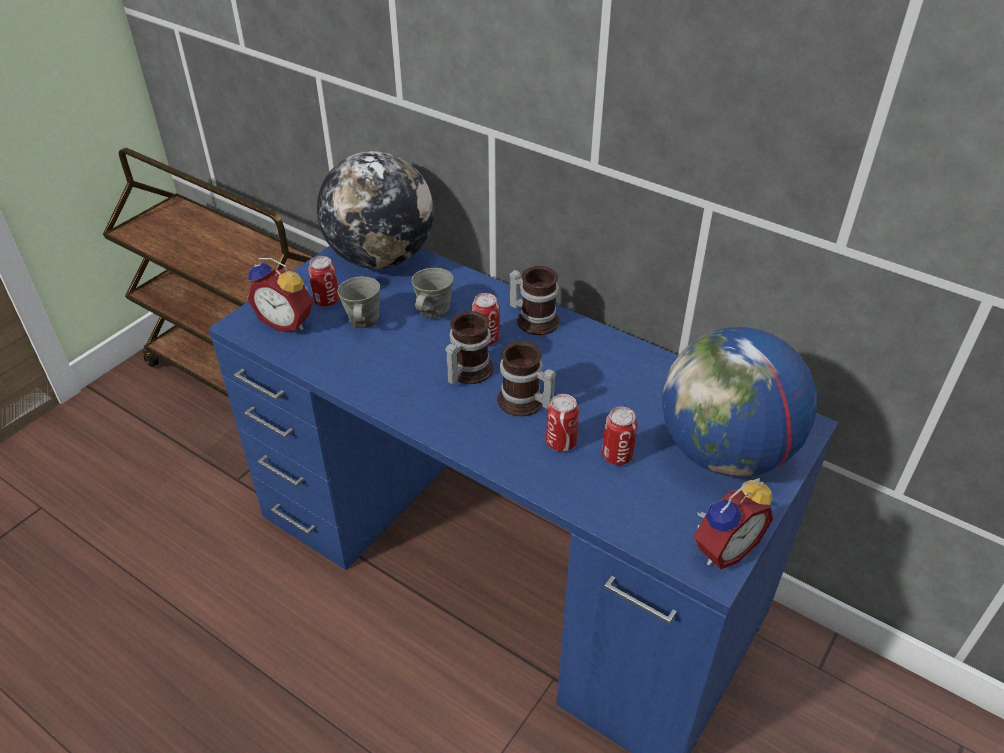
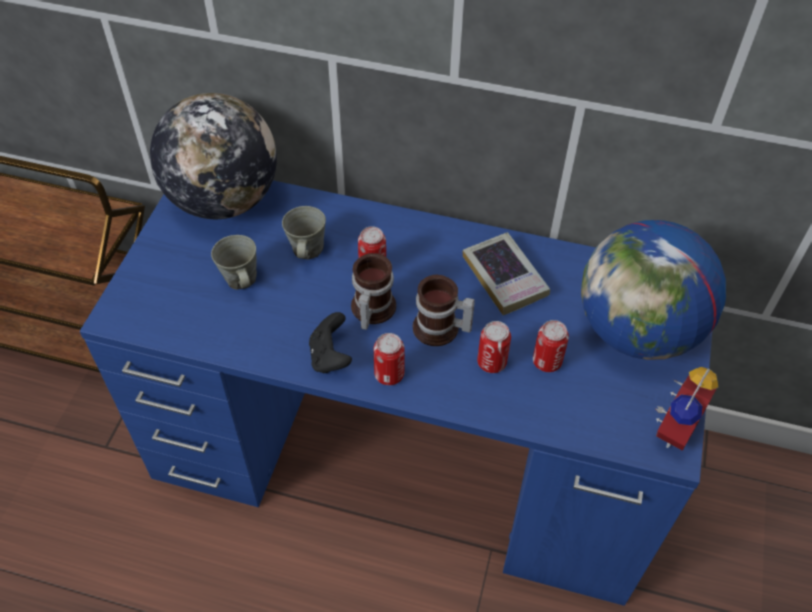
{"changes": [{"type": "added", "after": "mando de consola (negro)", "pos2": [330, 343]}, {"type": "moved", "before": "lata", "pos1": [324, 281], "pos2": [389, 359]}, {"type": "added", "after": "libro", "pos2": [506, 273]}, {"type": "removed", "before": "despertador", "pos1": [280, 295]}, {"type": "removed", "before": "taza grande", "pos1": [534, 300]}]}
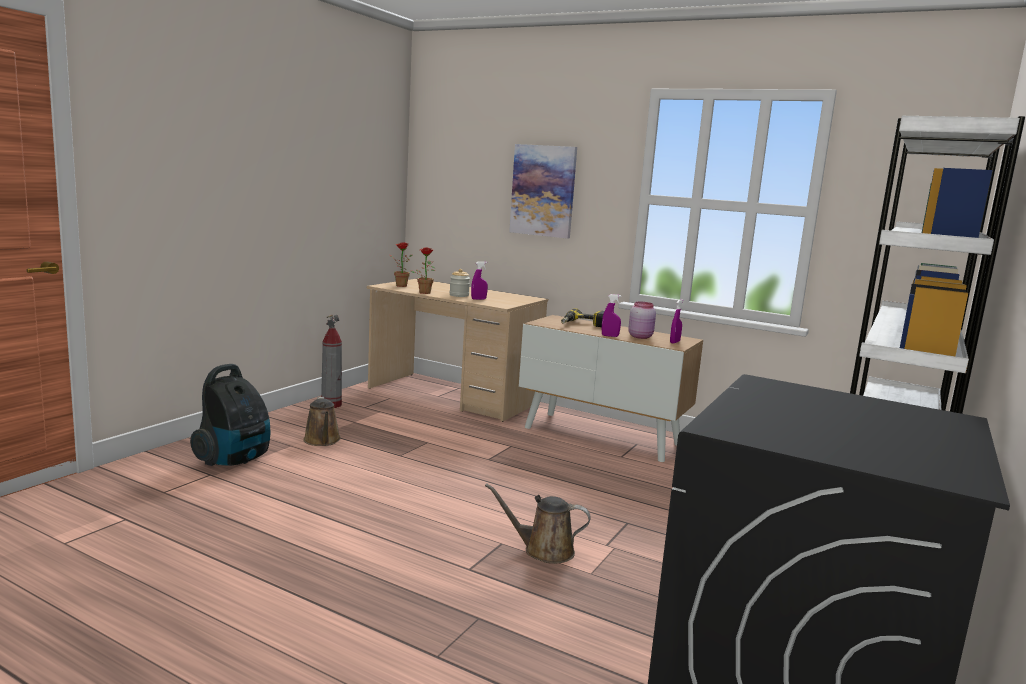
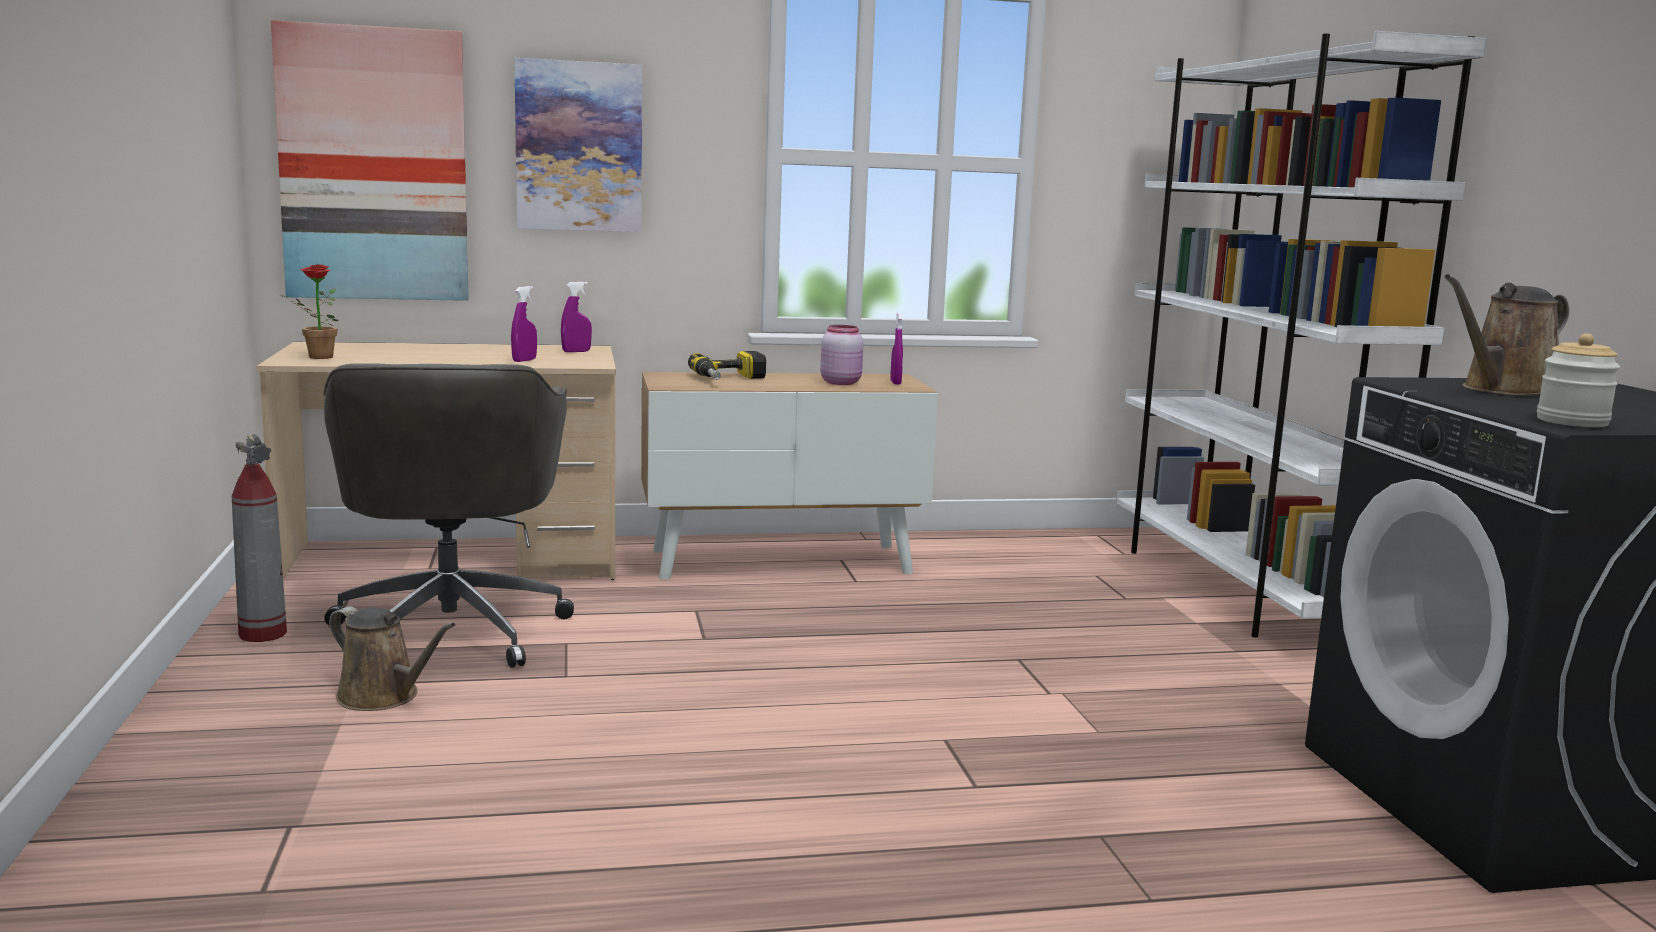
{"changes": [{"type": "added", "after": "cuadro", "pos2": [370, 160]}, {"type": "added", "after": "silla de oficina (gris)", "pos2": [448, 515]}, {"type": "moved", "before": "pulverizador (morado)", "pos1": [611, 315], "pos2": [576, 317]}, {"type": "moved", "before": "regadera (marrón)", "pos1": [538, 523], "pos2": [1506, 335]}, {"type": "moved", "before": "tarro", "pos1": [460, 283], "pos2": [1578, 380]}, {"type": "removed", "before": "aspiradora", "pos1": [230, 415]}, {"type": "removed", "before": "planta en maceta", "pos1": [423, 271]}]}
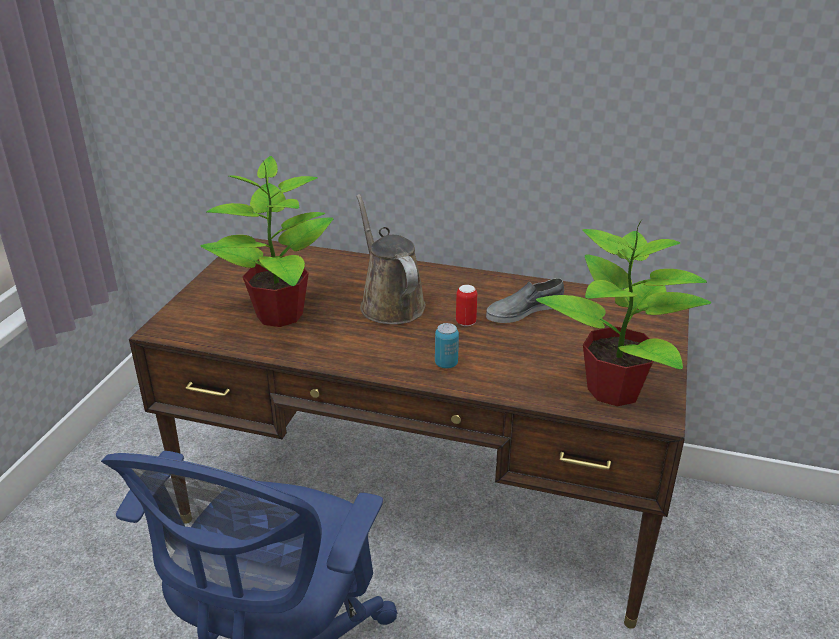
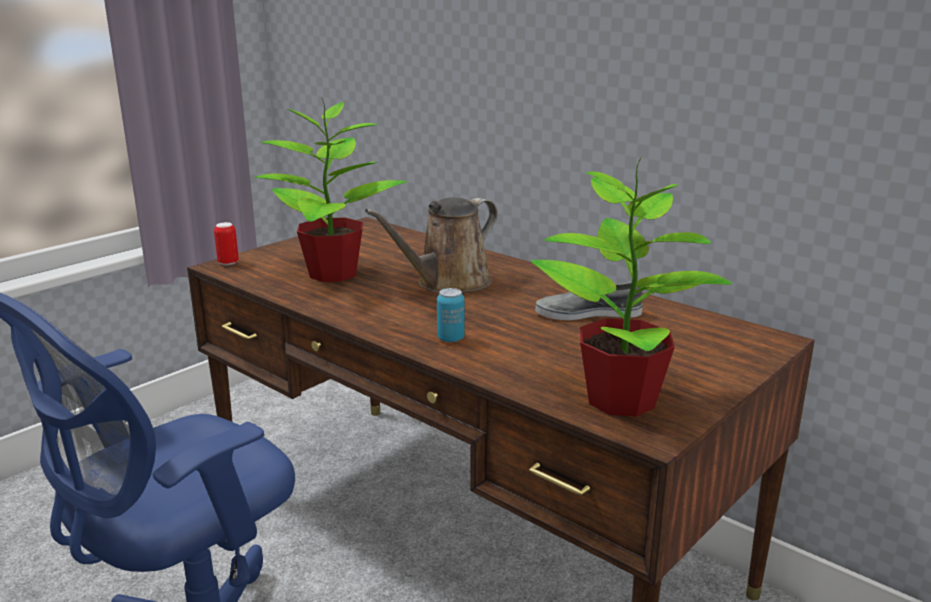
{"changes": [{"type": "moved", "before": "lata", "pos1": [466, 305], "pos2": [226, 243]}, {"type": "turned", "before": "regadera (marrón)", "pos1": [391, 259], "pos2": [431, 245], "turn": -135}]}
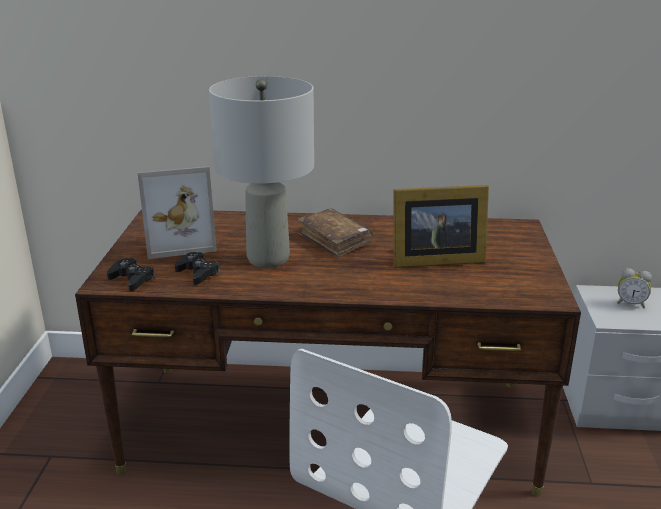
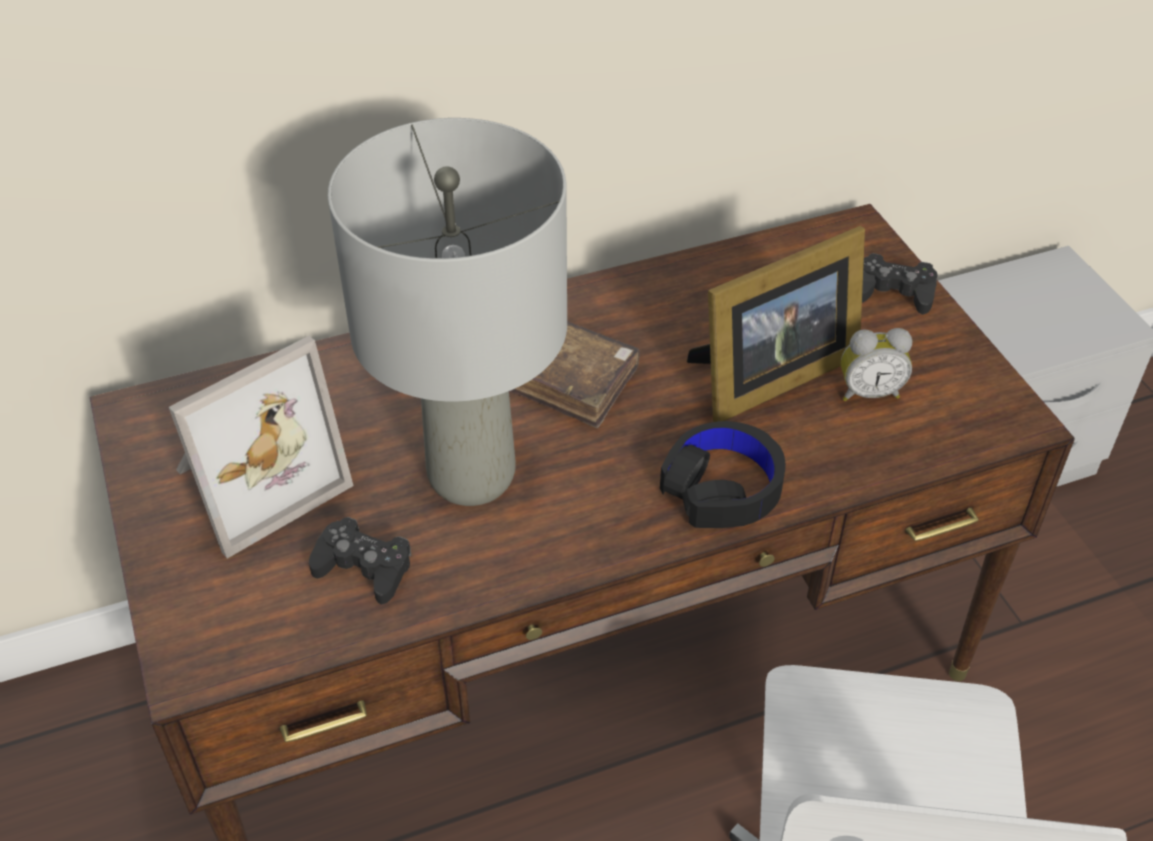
{"changes": [{"type": "added", "after": "auriculares (negro)", "pos2": [723, 474]}, {"type": "moved", "before": "despertador", "pos1": [634, 288], "pos2": [876, 364]}, {"type": "moved", "before": "mando de consola (negro)", "pos1": [131, 274], "pos2": [900, 284]}]}
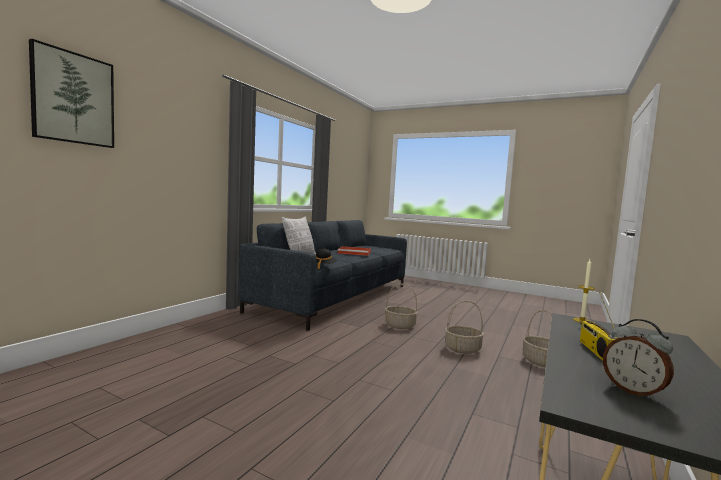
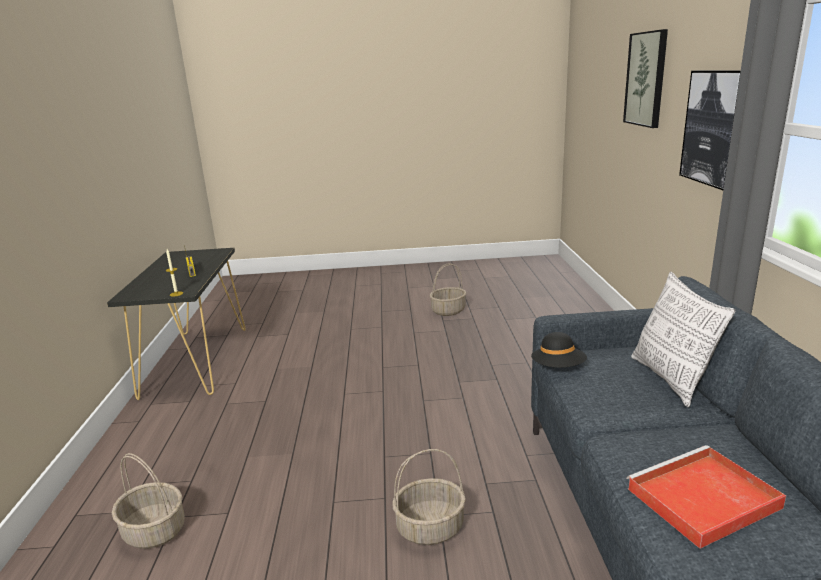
{"changes": [{"type": "moved", "before": "cesta", "pos1": [464, 327], "pos2": [448, 289]}, {"type": "added", "after": "cuadro", "pos2": [710, 130]}, {"type": "removed", "before": "despertador", "pos1": [638, 359]}]}
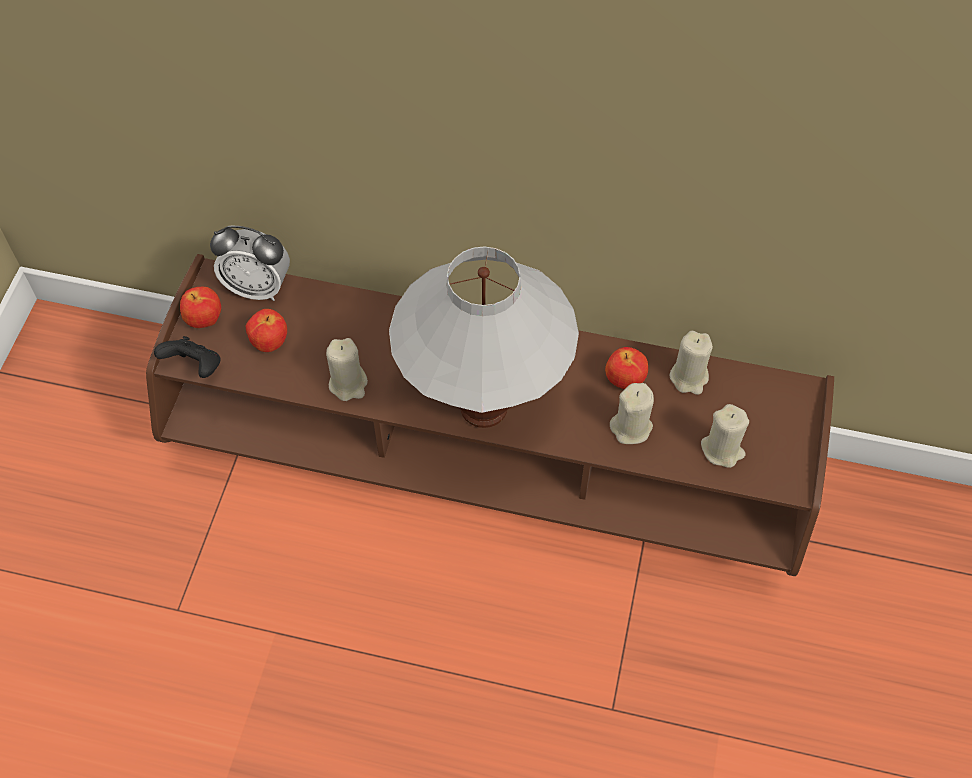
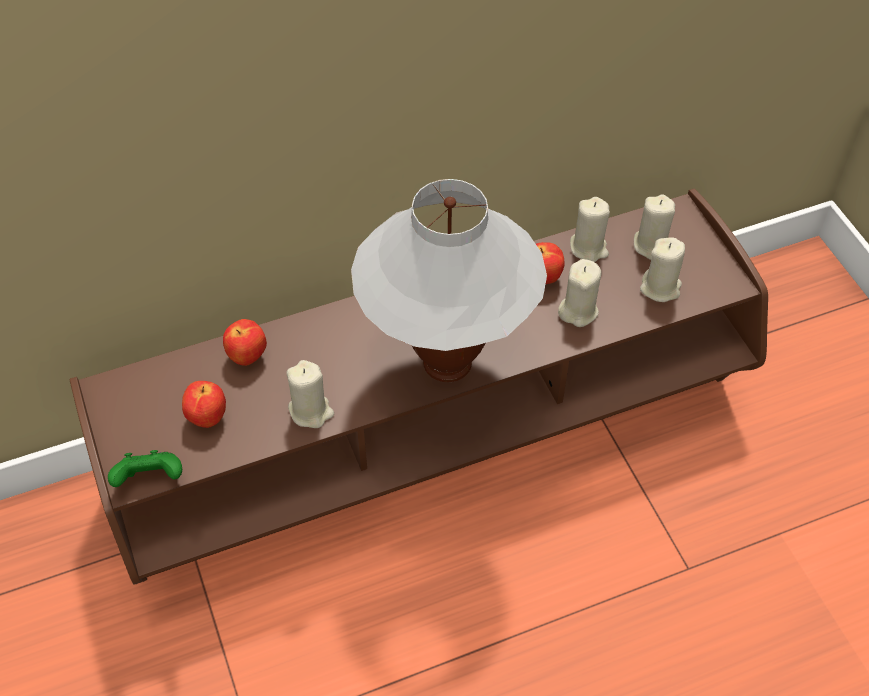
{"changes": [{"type": "recoloured", "before": "mando de consola (negro)", "after": "mando de consola (verde)", "pos1": [187, 357], "pos2": [145, 468]}, {"type": "moved", "before": "manzana", "pos1": [200, 307], "pos2": [245, 342]}, {"type": "added", "after": "vela (beis)", "pos2": [654, 227]}, {"type": "removed", "before": "despertador", "pos1": [250, 263]}]}
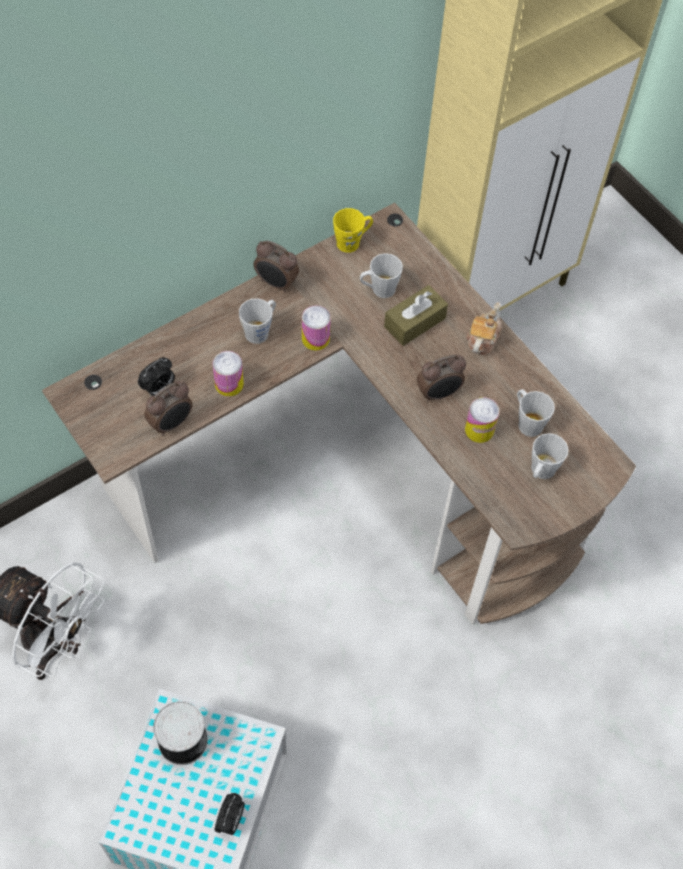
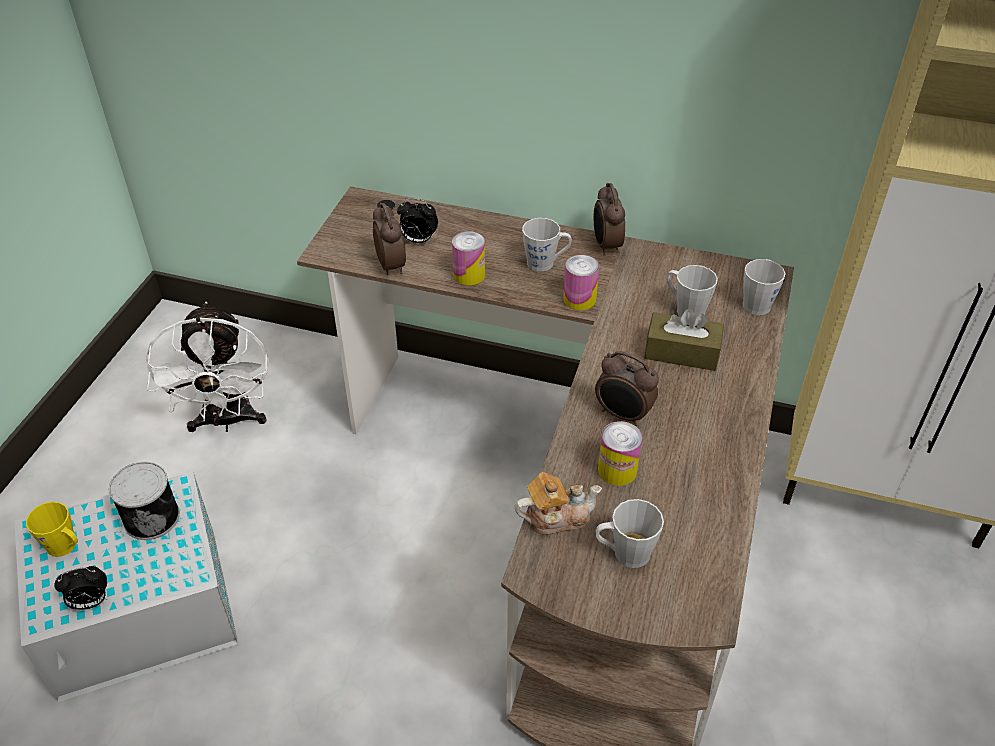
{"changes": [{"type": "moved", "before": "taza grande (amarillo)", "pos1": [353, 230], "pos2": [52, 529]}, {"type": "turned", "before": "despertador", "pos1": [168, 408], "pos2": [389, 239], "turn": -120}, {"type": "moved", "before": "tetera", "pos1": [484, 328], "pos2": [558, 503]}, {"type": "moved", "before": "taza grande (gris)", "pos1": [536, 413], "pos2": [764, 287]}]}
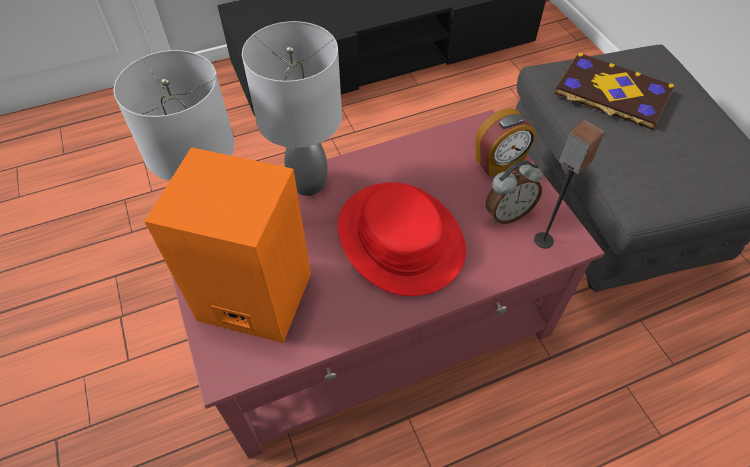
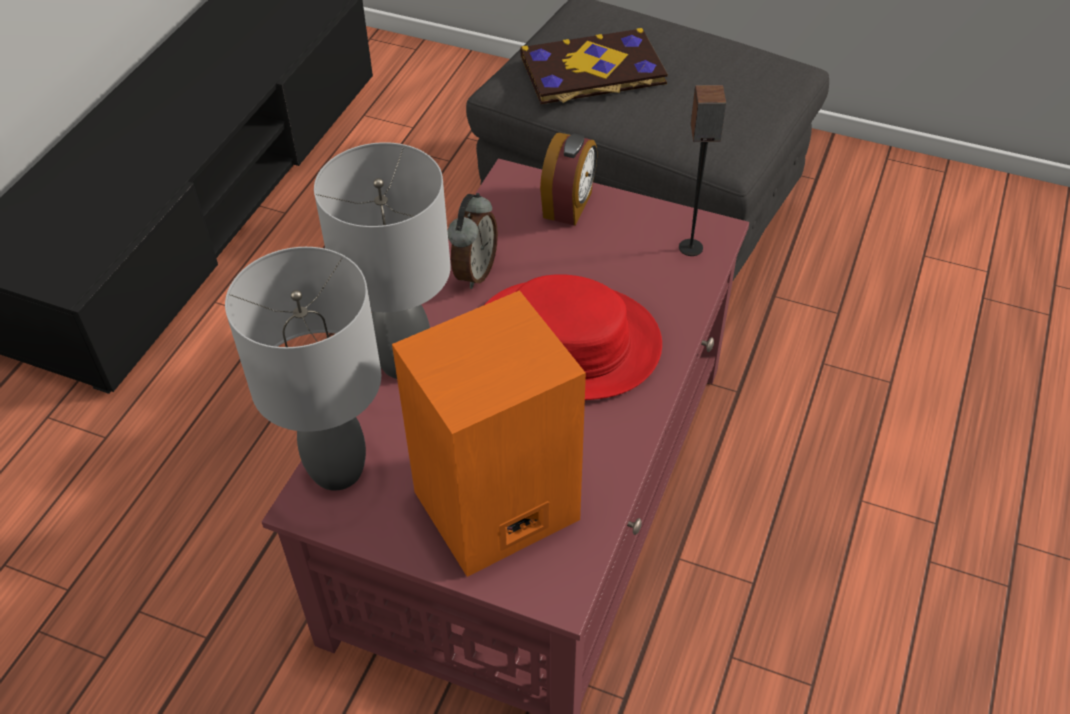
{"changes": [{"type": "moved", "before": "despertador", "pos1": [513, 192], "pos2": [473, 241]}]}
